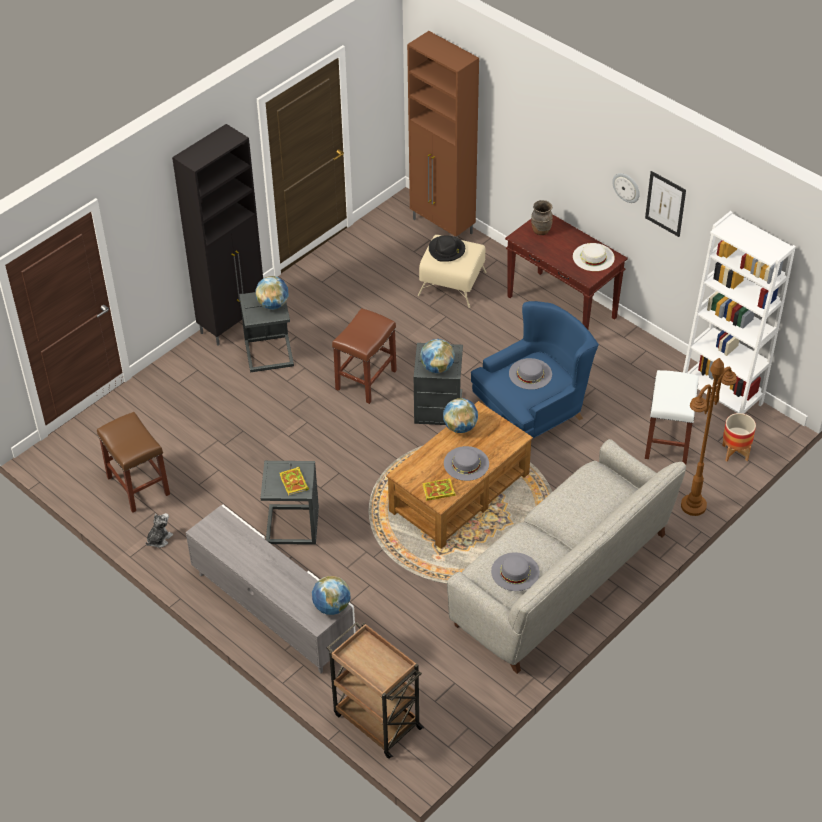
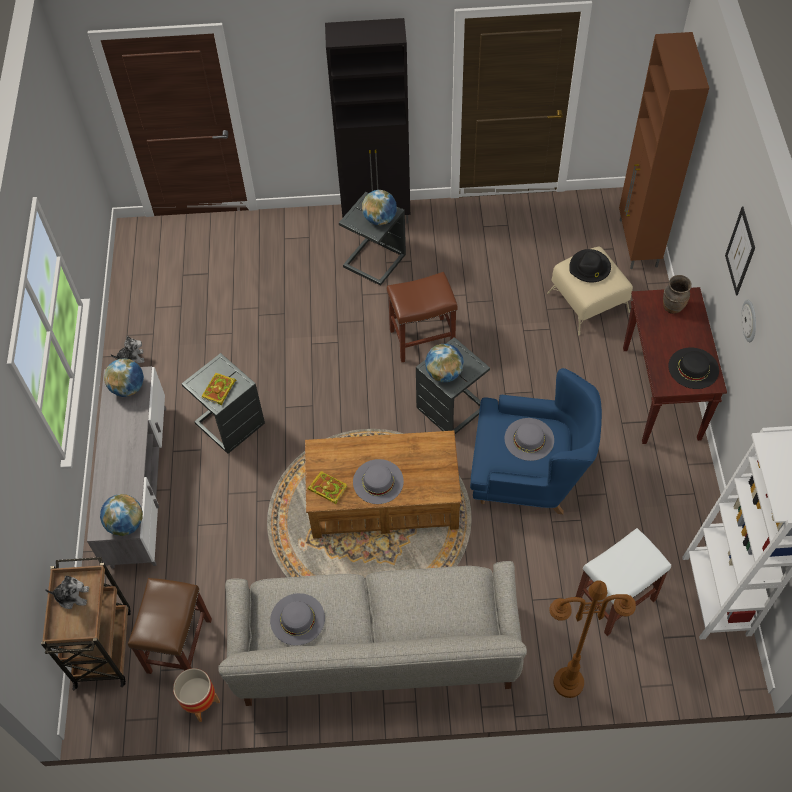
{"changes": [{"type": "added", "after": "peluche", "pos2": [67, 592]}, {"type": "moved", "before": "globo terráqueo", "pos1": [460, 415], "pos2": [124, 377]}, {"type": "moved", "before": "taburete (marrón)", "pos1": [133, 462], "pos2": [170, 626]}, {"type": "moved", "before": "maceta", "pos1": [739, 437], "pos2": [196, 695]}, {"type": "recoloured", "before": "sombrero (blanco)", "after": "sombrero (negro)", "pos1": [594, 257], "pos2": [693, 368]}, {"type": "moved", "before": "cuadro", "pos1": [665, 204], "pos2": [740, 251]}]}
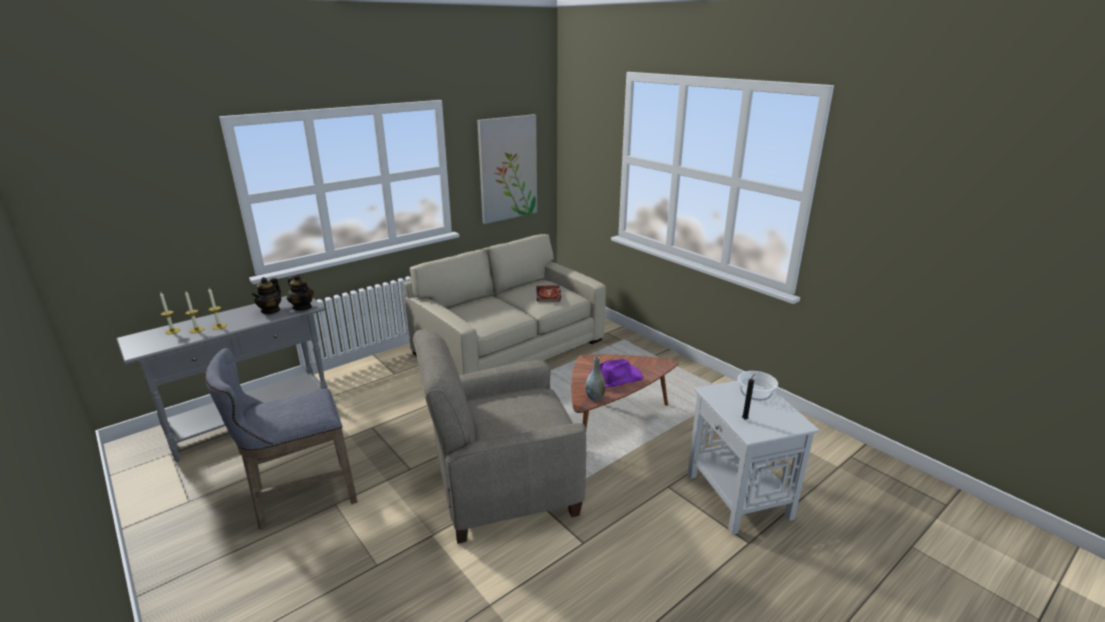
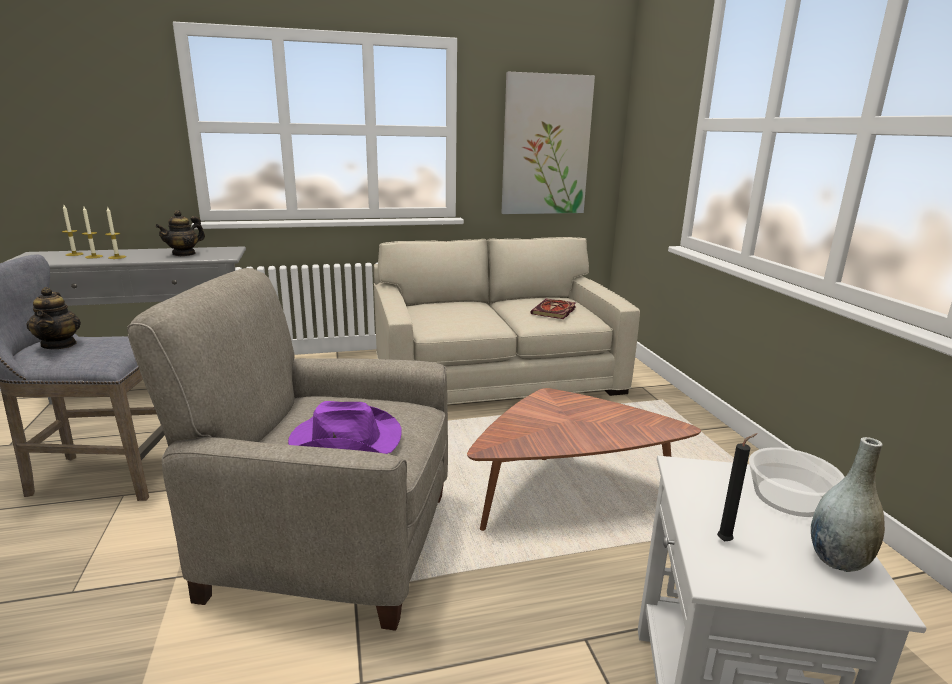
{"changes": [{"type": "moved", "before": "tetera", "pos1": [300, 292], "pos2": [53, 318]}, {"type": "moved", "before": "sombrero (morado)", "pos1": [616, 373], "pos2": [345, 427]}, {"type": "moved", "before": "florero (gris)", "pos1": [595, 379], "pos2": [848, 504]}]}
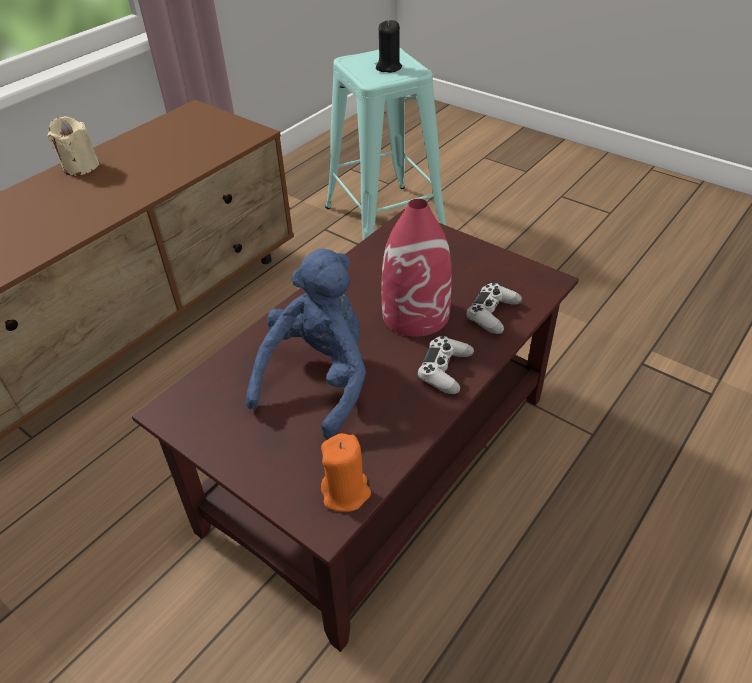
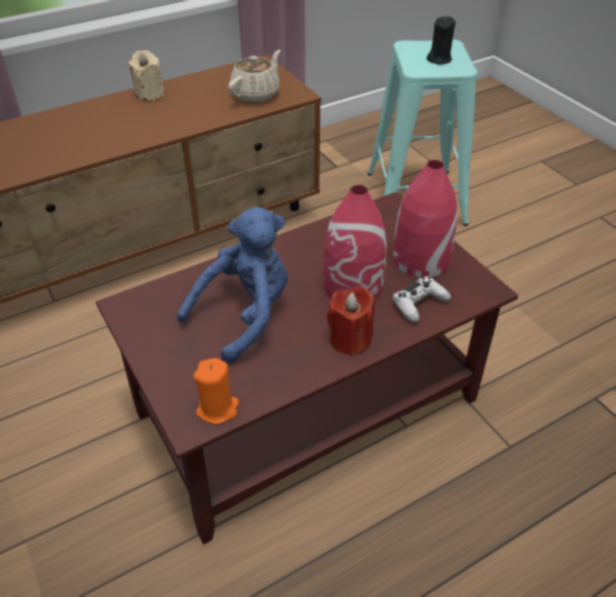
{"changes": [{"type": "added", "after": "tetera (beis)", "pos2": [254, 76]}, {"type": "replaced", "before": "mando de consola (blanco)", "after": "vela (rojo)", "pos1": [445, 365], "pos2": [351, 321]}, {"type": "added", "after": "florero (rojo)", "pos2": [424, 219]}]}
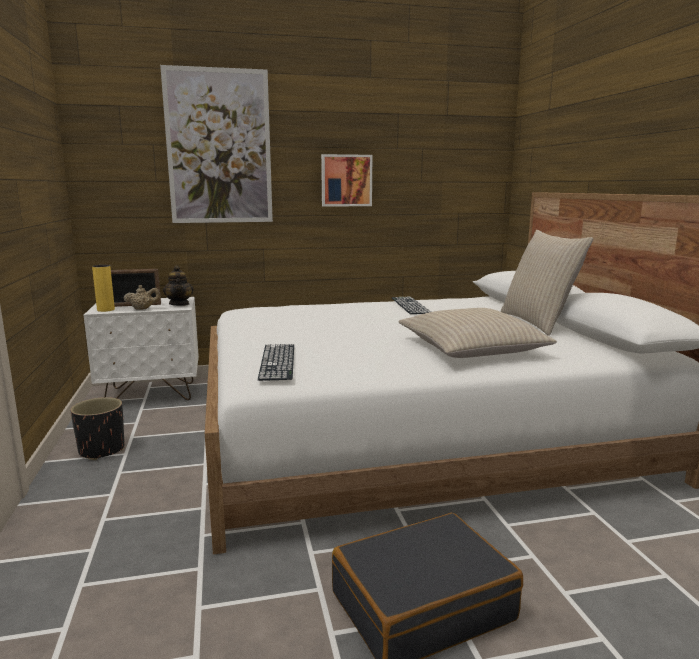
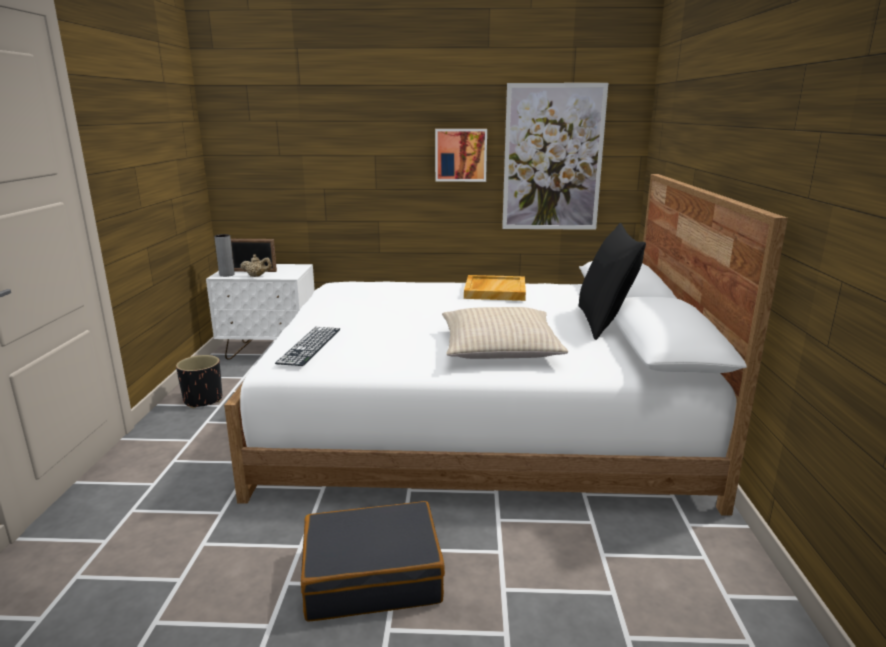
{"changes": [{"type": "recoloured", "before": "florero (amarillo)", "after": "florero (gris)", "pos1": [103, 288], "pos2": [224, 255]}, {"type": "replaced", "before": "teclado", "after": "bandeja (beis)", "pos1": [411, 305], "pos2": [495, 288]}, {"type": "moved", "before": "cuadro", "pos1": [216, 144], "pos2": [555, 156]}, {"type": "recoloured", "before": "cojín (beis)", "after": "cojín (negro)", "pos1": [547, 283], "pos2": [612, 281]}, {"type": "removed", "before": "tetera", "pos1": [178, 285]}]}
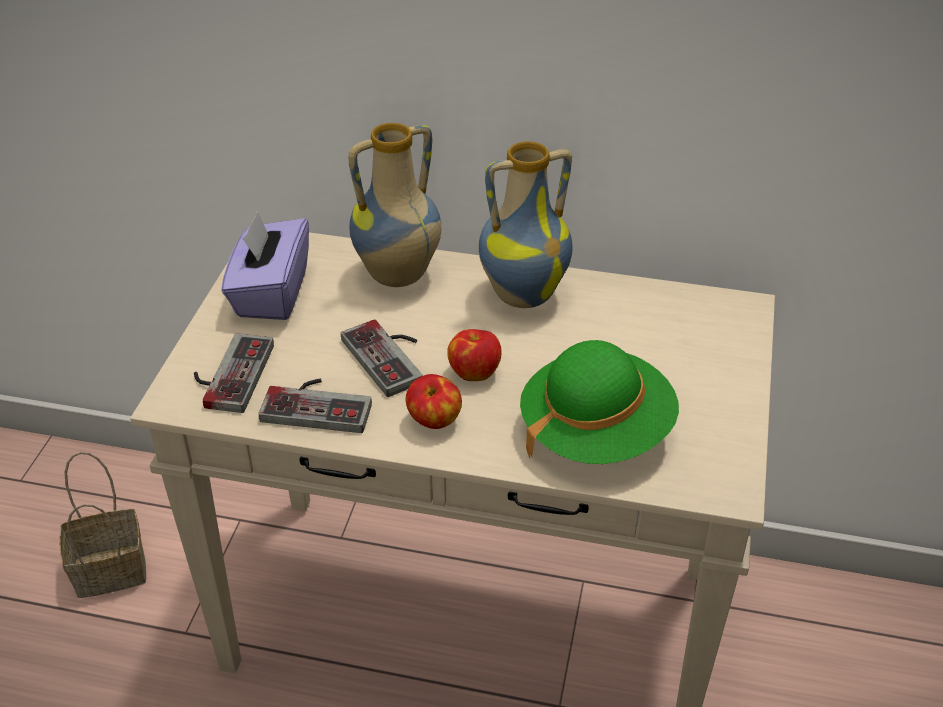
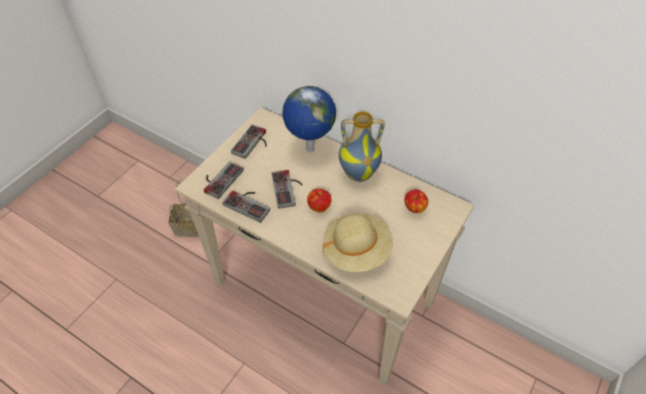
{"changes": [{"type": "replaced", "before": "caja de pañuelos (morado)", "after": "mando de consola", "pos1": [265, 265], "pos2": [249, 141]}, {"type": "replaced", "before": "florero", "after": "globo terráqueo", "pos1": [394, 205], "pos2": [309, 119]}, {"type": "recoloured", "before": "sombrero (verde)", "after": "sombrero (beis)", "pos1": [599, 402], "pos2": [358, 242]}, {"type": "moved", "before": "manzana", "pos1": [434, 401], "pos2": [416, 201]}]}
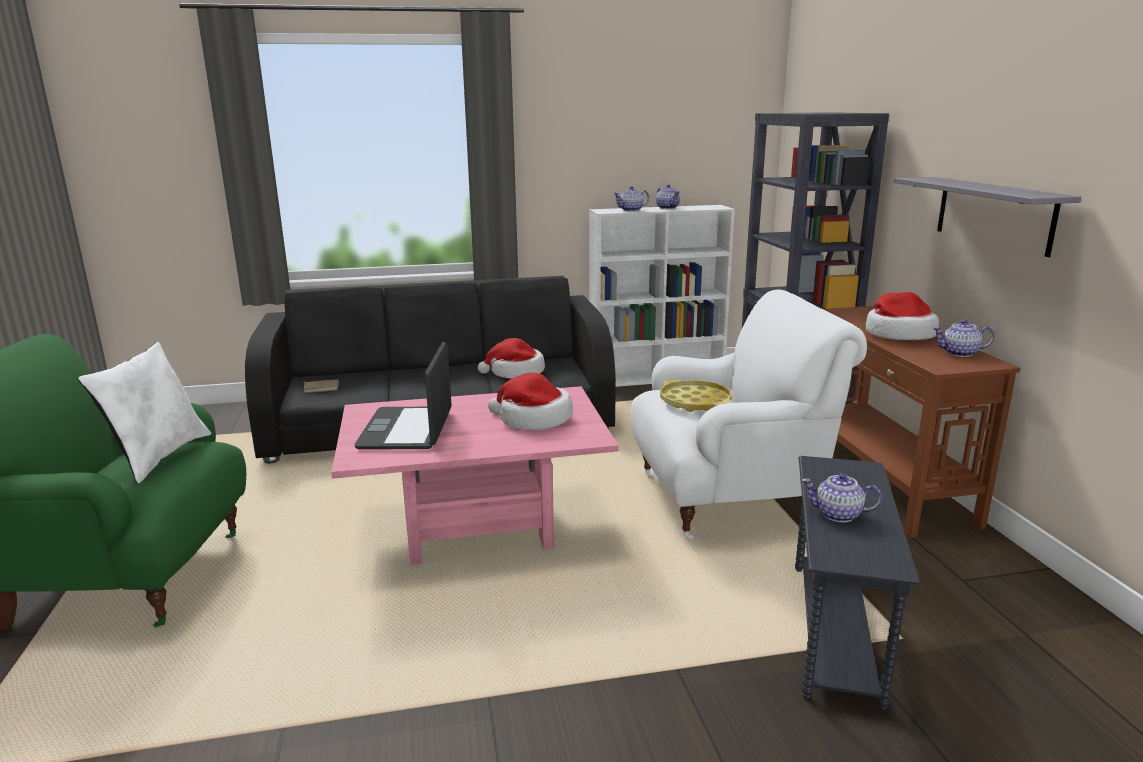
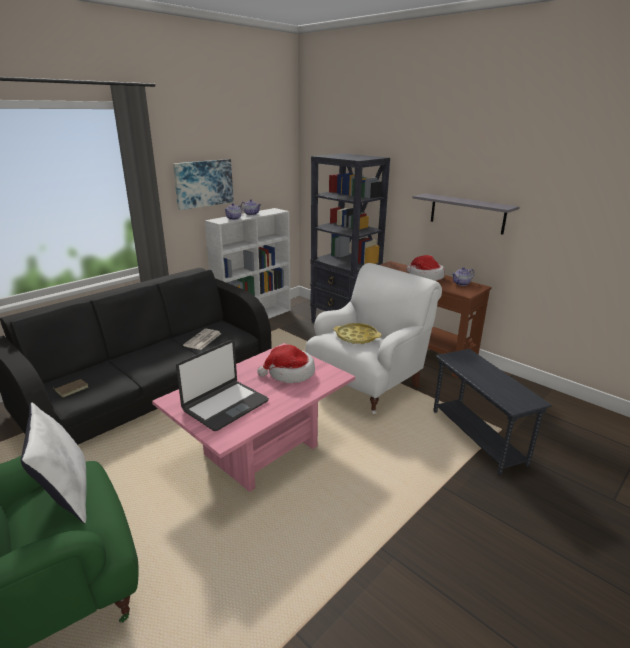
{"changes": [{"type": "added", "after": "cuadro", "pos2": [203, 184]}, {"type": "turned", "before": "portátil", "pos1": [403, 395], "pos2": [222, 385], "turn": -105}, {"type": "replaced", "before": "sombrero", "after": "periódico", "pos1": [511, 358], "pos2": [202, 339]}, {"type": "removed", "before": "tetera", "pos1": [842, 498]}]}
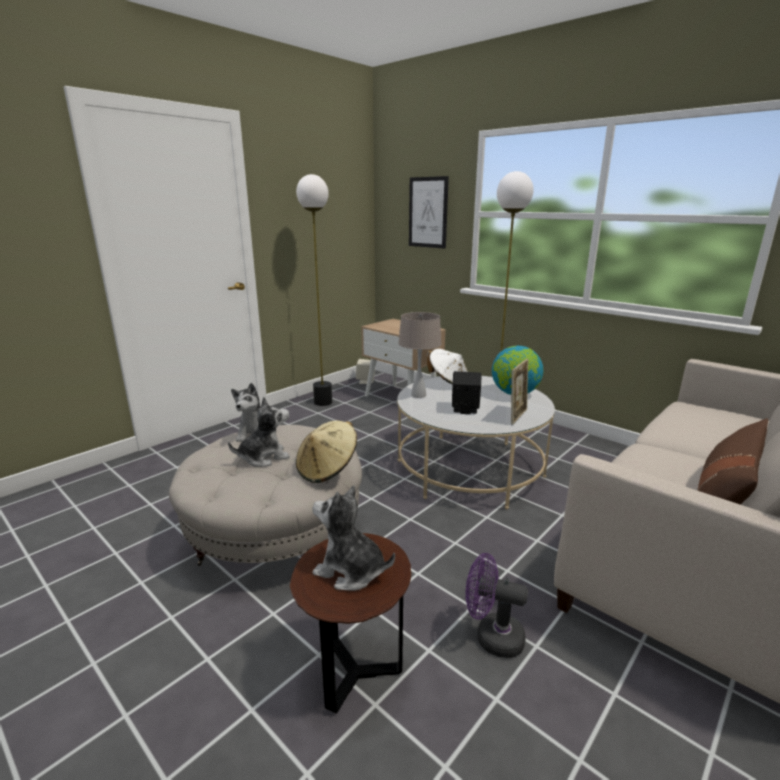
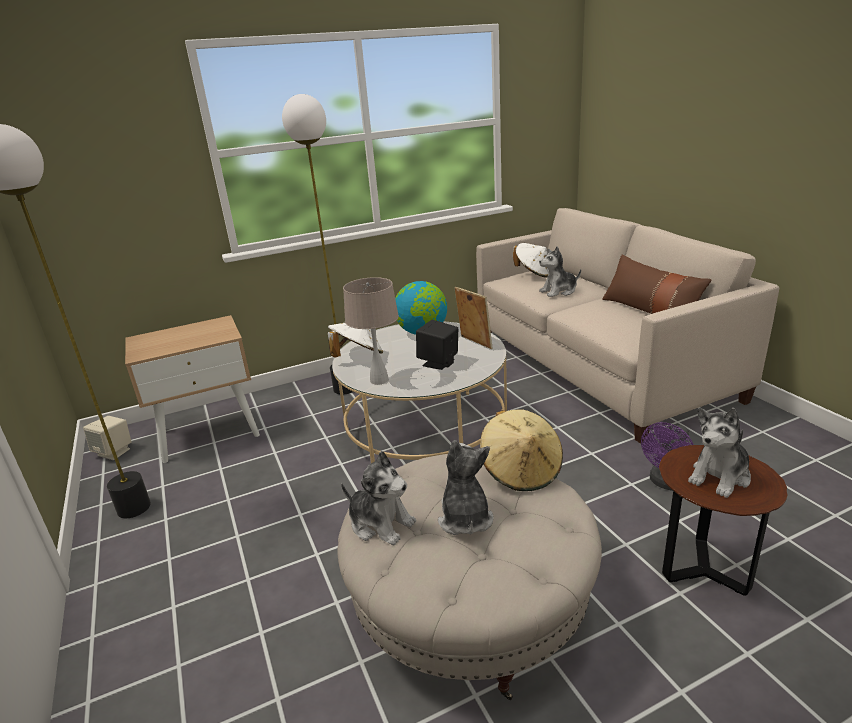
{"changes": [{"type": "added", "after": "sombrero (blanco)", "pos2": [531, 260]}, {"type": "added", "after": "peluche", "pos2": [560, 271]}, {"type": "removed", "before": "cuadro", "pos1": [429, 212]}]}
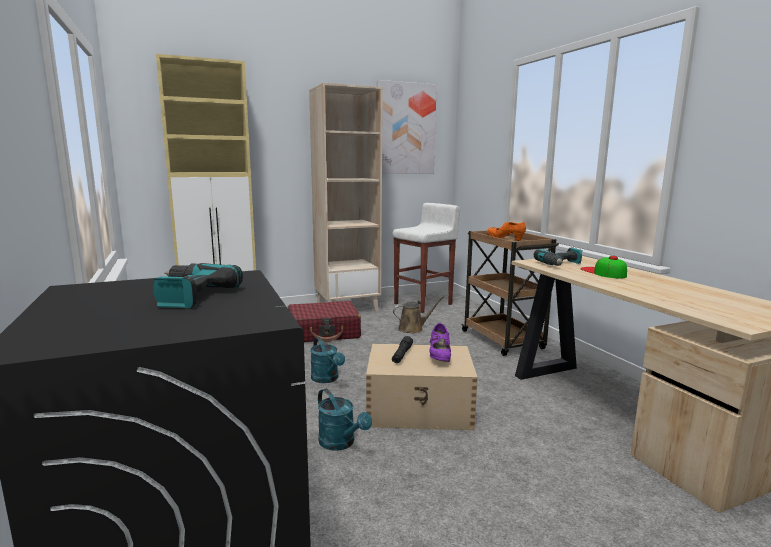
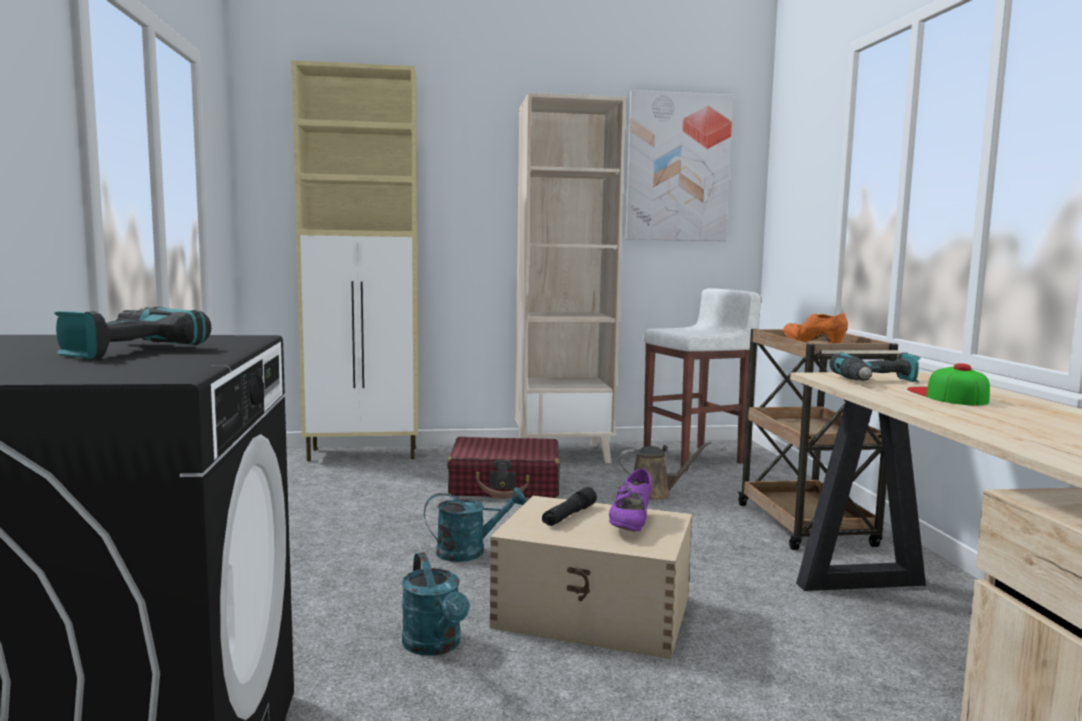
{"changes": [{"type": "turned", "before": "regadera (turquesa)", "pos1": [327, 360], "pos2": [475, 524], "turn": -90}]}
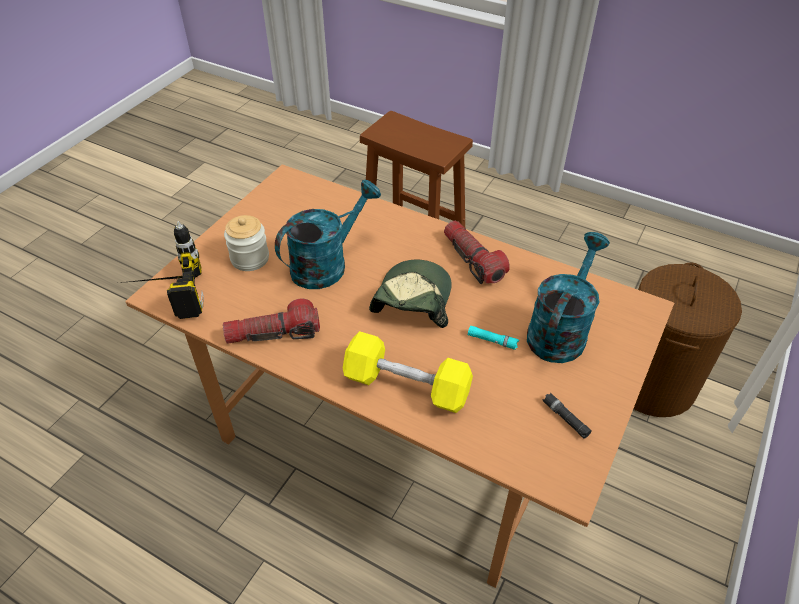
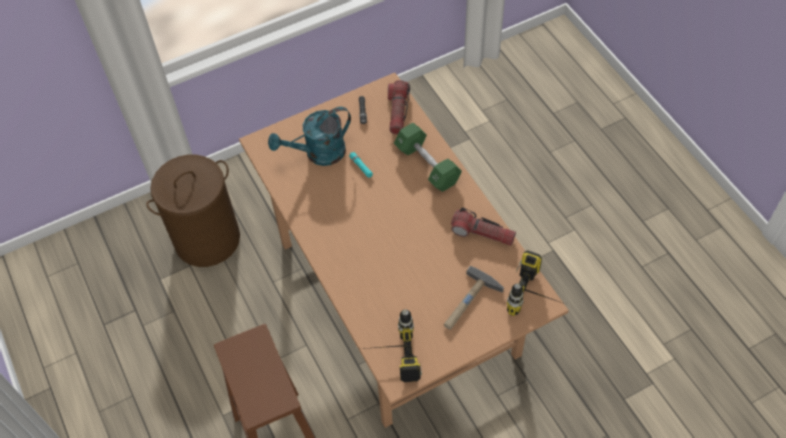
{"changes": [{"type": "added", "after": "taladro", "pos2": [392, 345]}, {"type": "moved", "before": "linterna", "pos1": [477, 252], "pos2": [399, 107]}, {"type": "recoloured", "before": "mancuerna (amarillo)", "after": "mancuerna (verde)", "pos1": [408, 372], "pos2": [428, 157]}, {"type": "replaced", "before": "tarro", "after": "martillo", "pos1": [246, 243], "pos2": [474, 297]}, {"type": "removed", "before": "regadera (turquesa)", "pos1": [328, 234]}, {"type": "removed", "before": "gorra", "pos1": [410, 294]}]}
